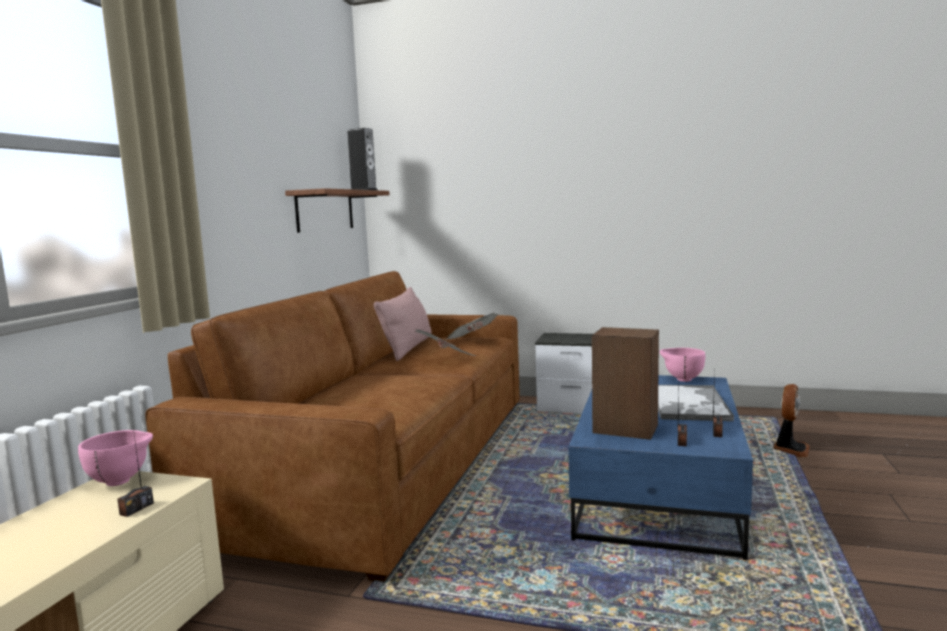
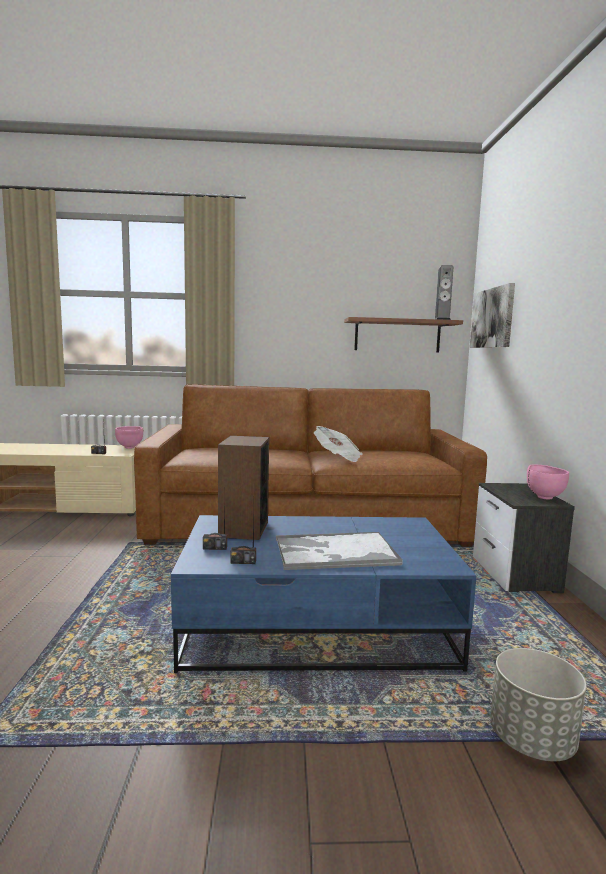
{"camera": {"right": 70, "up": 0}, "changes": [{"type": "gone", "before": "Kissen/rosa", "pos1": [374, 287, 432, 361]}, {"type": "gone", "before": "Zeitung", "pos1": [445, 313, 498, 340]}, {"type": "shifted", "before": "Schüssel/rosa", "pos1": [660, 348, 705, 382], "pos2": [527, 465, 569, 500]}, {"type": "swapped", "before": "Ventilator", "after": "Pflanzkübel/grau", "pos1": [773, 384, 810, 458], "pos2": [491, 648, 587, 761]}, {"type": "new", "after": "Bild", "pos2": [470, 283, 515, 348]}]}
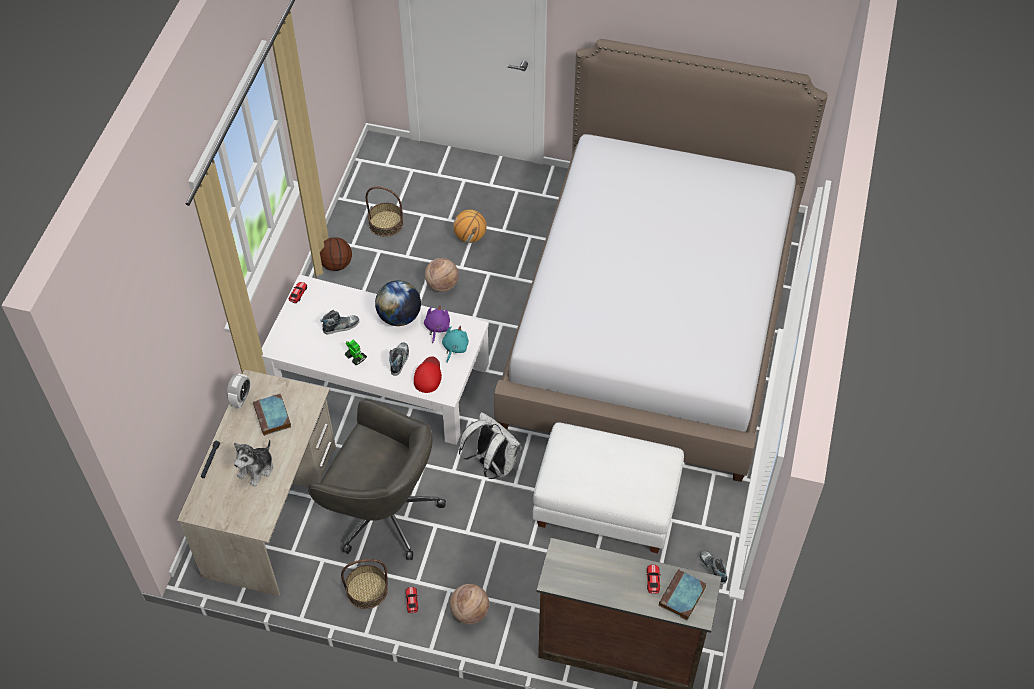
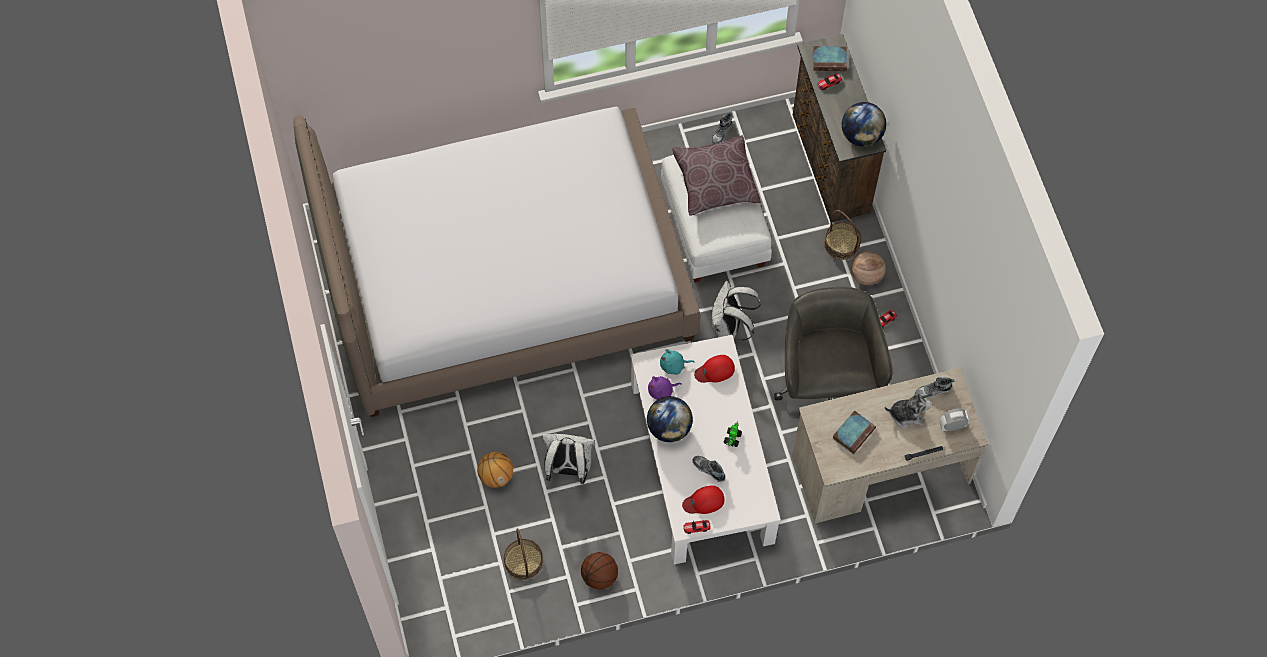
{"camera": {"right": -120, "up": 10}, "changes": [{"type": "shifted", "before": "Wecker", "pos1": [227, 373, 250, 408], "pos2": [939, 408, 970, 431]}, {"type": "shifted", "before": "Korb", "pos1": [341, 559, 388, 609], "pos2": [824, 210, 861, 260]}, {"type": "shifted", "before": "Schuh", "pos1": [389, 342, 409, 376], "pos2": [915, 377, 955, 399]}, {"type": "swapped", "before": "Basketball", "after": "Rucksack/weiß", "pos1": [425, 258, 459, 292], "pos2": [542, 434, 595, 484]}, {"type": "new", "after": "Kissen/braun", "pos2": [672, 135, 761, 216]}, {"type": "new", "after": "Kappe/rot", "pos2": [682, 485, 724, 514]}, {"type": "new", "after": "Globus", "pos2": [842, 102, 886, 147]}]}
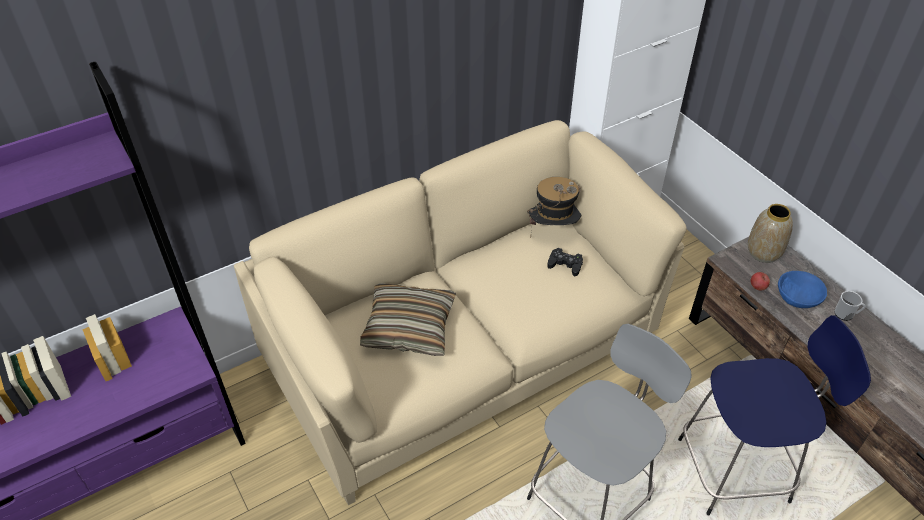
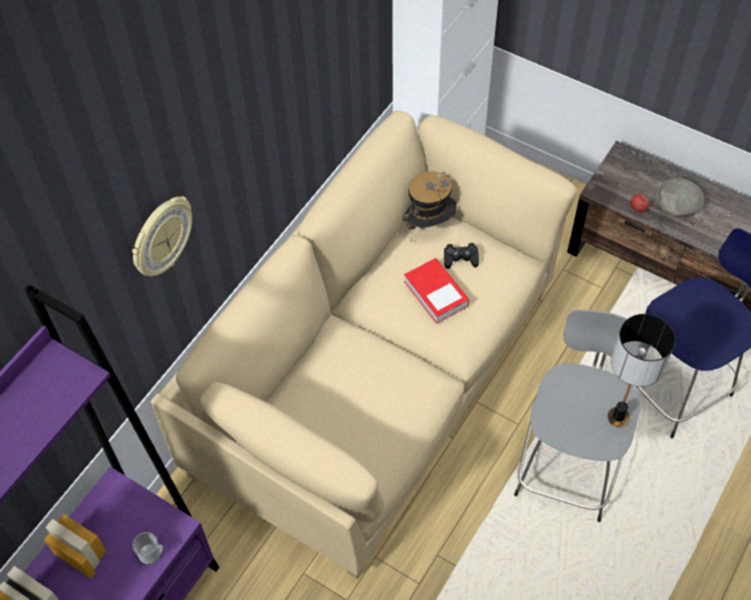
{"camera": {"right": -25, "up": 10}, "changes": [{"type": "gone", "before": "Kissen", "pos1": [360, 283, 456, 356]}, {"type": "gone", "before": "Vase", "pos1": [748, 204, 793, 263]}, {"type": "repainted", "before": "Schüssel/blau", "after": "Schüssel/grau", "pos1": [778, 271, 827, 308], "pos2": [656, 178, 704, 217]}, {"type": "shifted", "before": "Henkelbecher", "pos1": [834, 291, 866, 321], "pos2": [132, 532, 164, 565]}, {"type": "new", "after": "Wanduhr", "pos2": [132, 196, 192, 276]}, {"type": "new", "after": "Buch", "pos2": [404, 258, 469, 324]}, {"type": "new", "after": "Tischlampe", "pos2": [608, 314, 675, 427]}]}
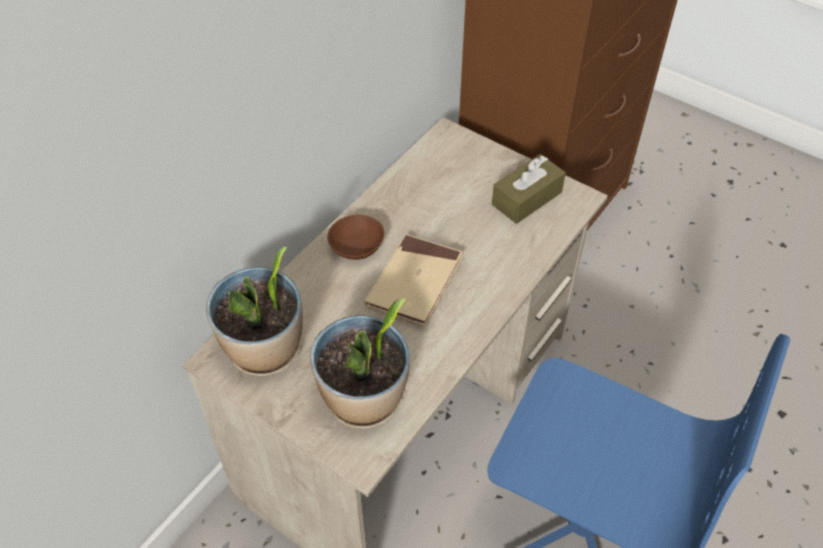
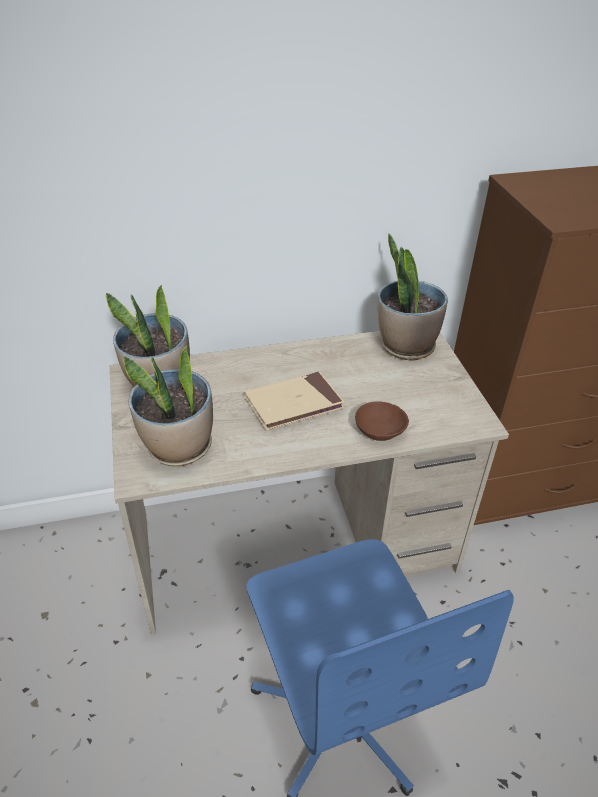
{"camera": {"right": 40, "up": -10}, "changes": [{"type": "shifted", "before": "Schüssel/braun", "pos1": [327, 215, 384, 260], "pos2": [355, 401, 409, 441]}, {"type": "gone", "before": "Taschentuchbox/braun", "pos1": [492, 154, 566, 224]}, {"type": "new", "after": "Topfpflanze", "pos2": [378, 233, 448, 361]}]}
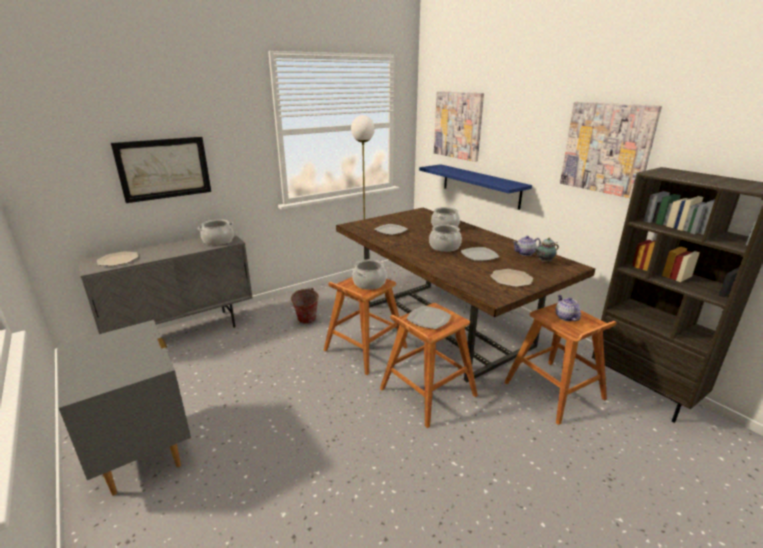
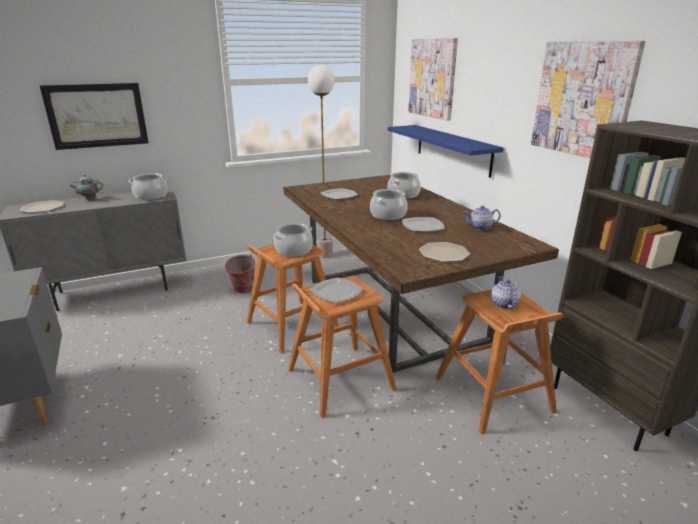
{"camera": {"right": 10, "up": 0}, "changes": [{"type": "shifted", "before": "Teekanne", "pos1": [535, 238, 559, 263], "pos2": [70, 174, 103, 200]}]}
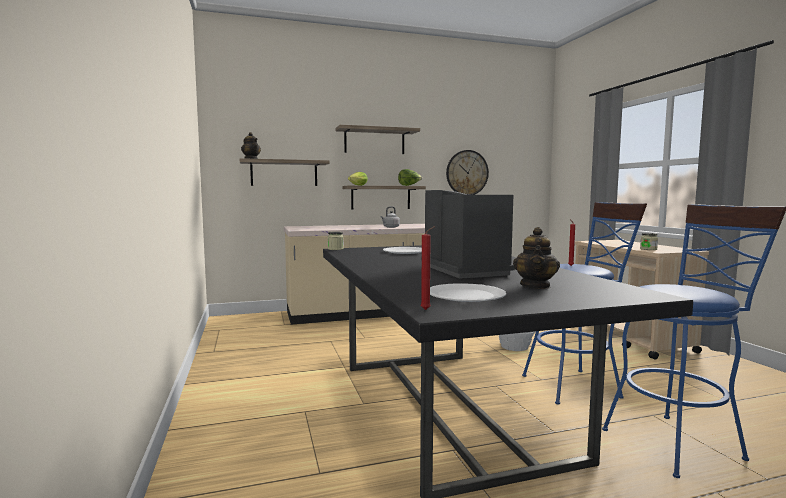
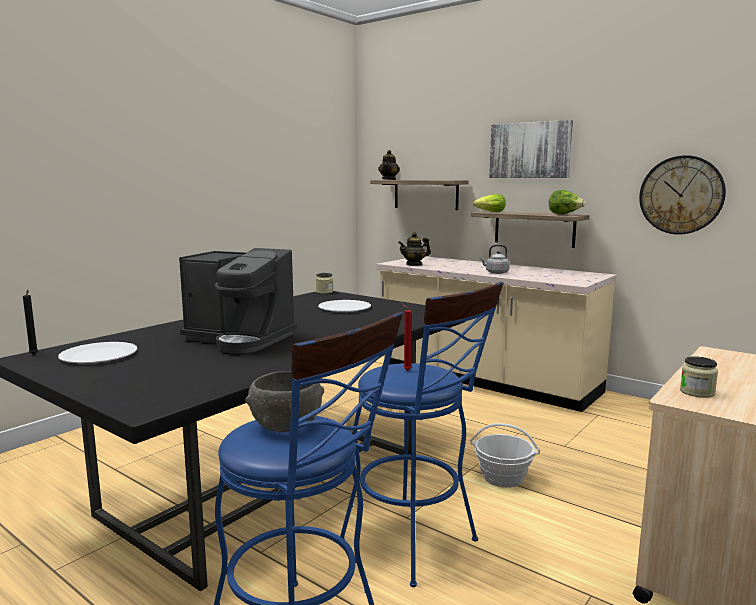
{"camera": {"right": 55, "up": 5}, "changes": [{"type": "swapped", "before": "Wandregal", "after": "Bild", "pos1": [335, 125, 420, 154], "pos2": [489, 120, 573, 178]}, {"type": "repainted", "before": "Kerze/rot", "after": "Kerze/schwarz", "pos1": [420, 226, 435, 310], "pos2": [23, 290, 38, 355]}, {"type": "rotated", "before": "Kaffeemaschine", "pos1": [421, 190, 515, 279], "pos2": [179, 248, 297, 354], "turn": 75}, {"type": "shifted", "before": "Teekanne", "pos1": [513, 227, 560, 289], "pos2": [398, 232, 431, 266]}, {"type": "new", "after": "Schüssel/grau", "pos2": [245, 371, 324, 432]}]}
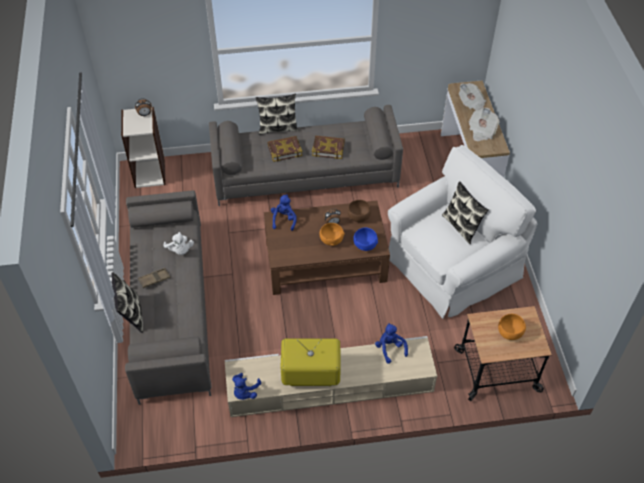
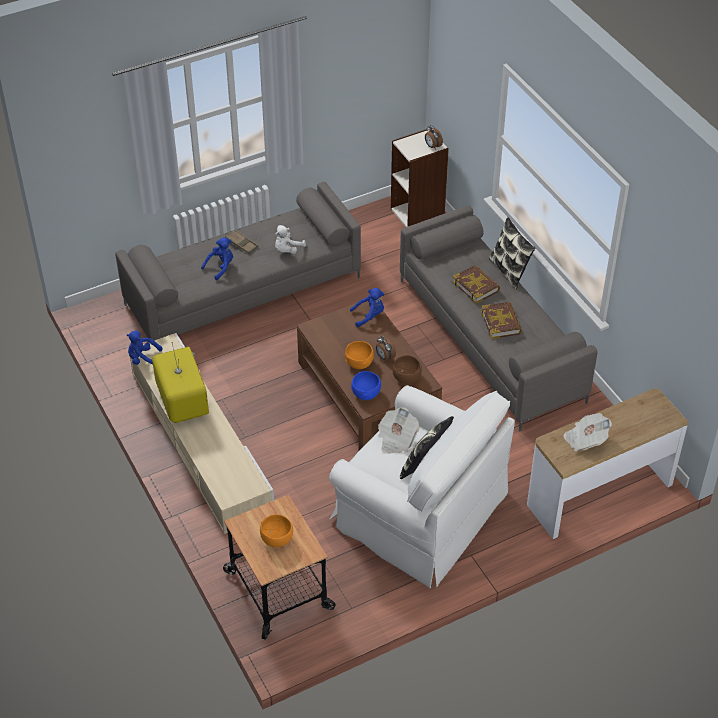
{"camera": {"right": 70, "up": -5}, "changes": [{"type": "gone", "before": "Kissen", "pos1": [111, 272, 143, 333]}, {"type": "shifted", "before": "Plüschtier/blau", "pos1": [375, 323, 408, 364], "pos2": [201, 237, 233, 280]}, {"type": "shifted", "before": "Zeitung", "pos1": [459, 83, 486, 110], "pos2": [378, 407, 419, 454]}]}
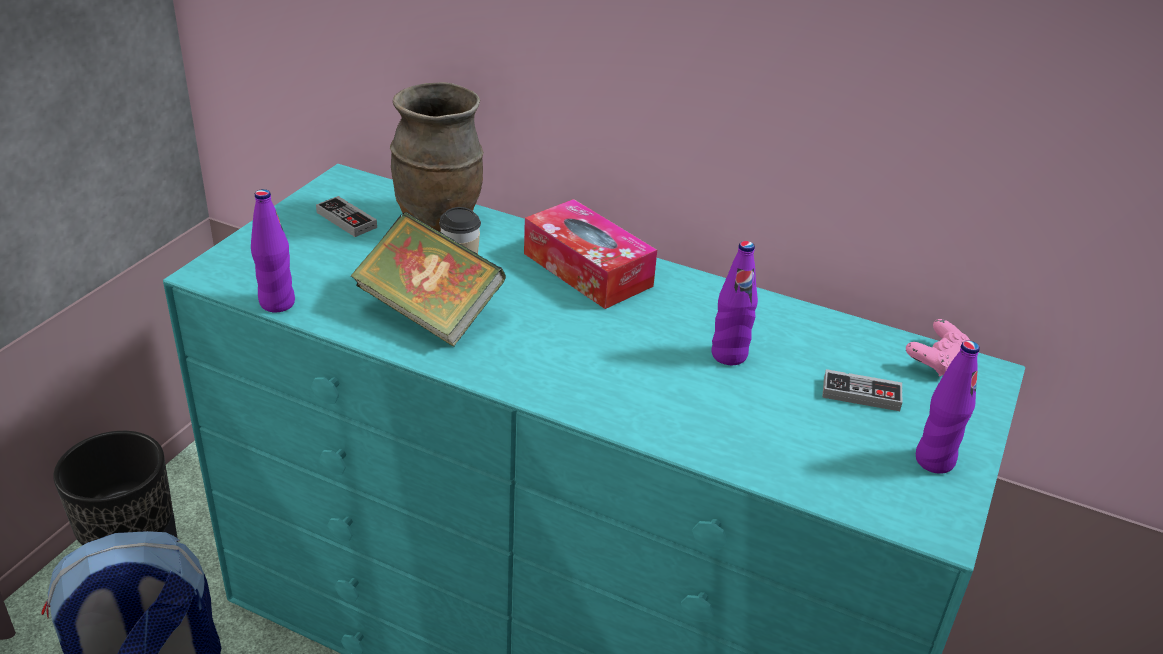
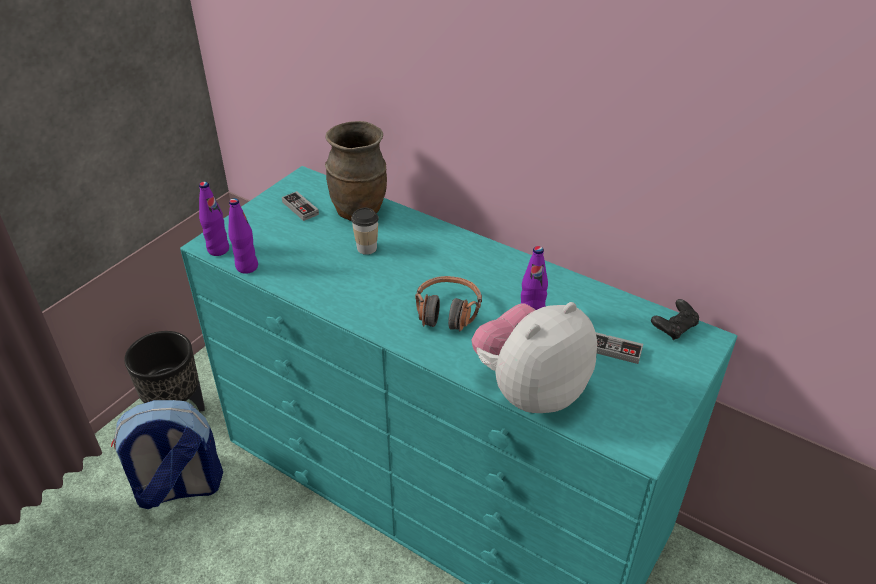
{"camera": {"right": 10, "up": 5}, "changes": [{"type": "gone", "before": "Buch", "pos1": [350, 212, 506, 347]}, {"type": "gone", "before": "Taschentuchbox", "pos1": [524, 199, 657, 309]}, {"type": "repainted", "before": "Gamepad/rosa", "after": "Gamepad/schwarz", "pos1": [906, 319, 970, 377], "pos2": [651, 299, 699, 340]}, {"type": "shifted", "before": "Flasche/lila", "pos1": [916, 341, 980, 474], "pos2": [199, 181, 229, 256]}, {"type": "new", "after": "Kopfhörer", "pos2": [415, 276, 482, 331]}, {"type": "new", "after": "Plüschtier", "pos2": [471, 302, 597, 413]}]}
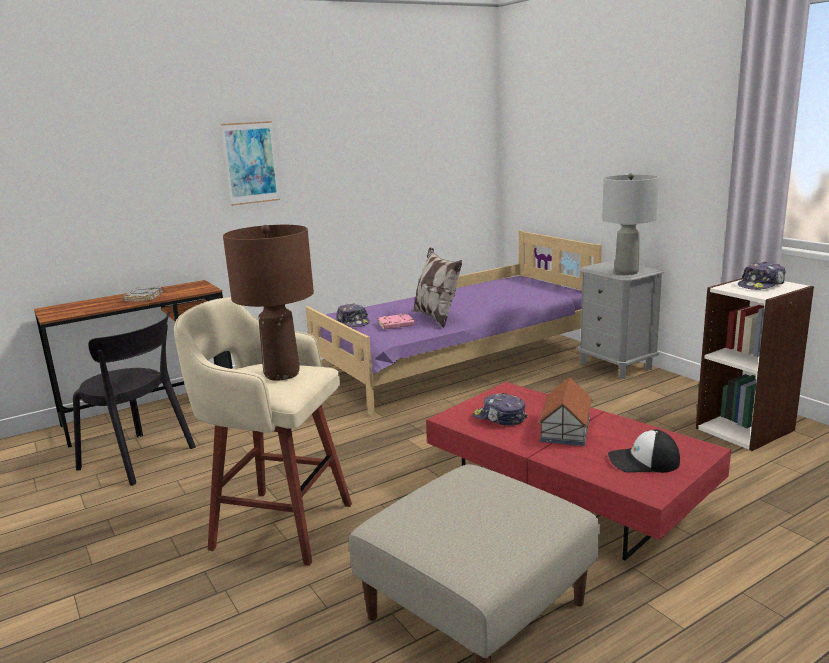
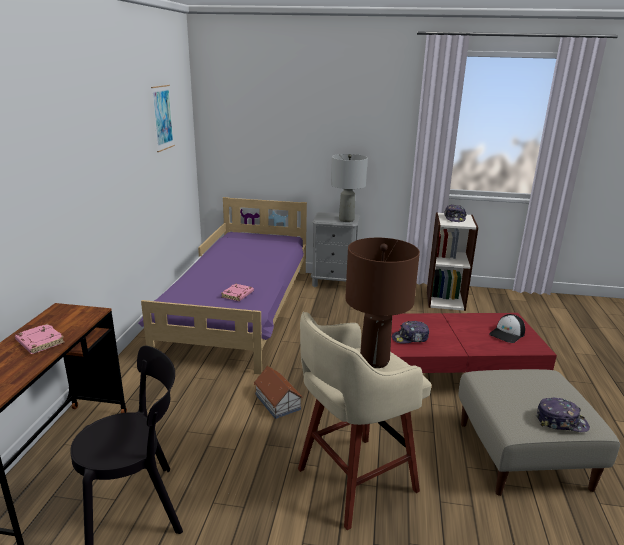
{"camera": {"right": -50, "up": 5}, "changes": [{"type": "repainted", "before": "Buch/grau", "after": "Buch/rosa", "pos1": [123, 286, 164, 301], "pos2": [15, 323, 65, 354]}, {"type": "shifted", "before": "Bild", "pos1": [221, 121, 280, 206], "pos2": [151, 85, 175, 152]}, {"type": "shifted", "before": "Kappe", "pos1": [337, 303, 370, 327], "pos2": [536, 398, 590, 432]}, {"type": "gone", "before": "Kissen", "pos1": [413, 247, 462, 328]}, {"type": "shifted", "before": "Spielzeughaus", "pos1": [538, 377, 593, 446], "pos2": [254, 366, 303, 419]}]}
